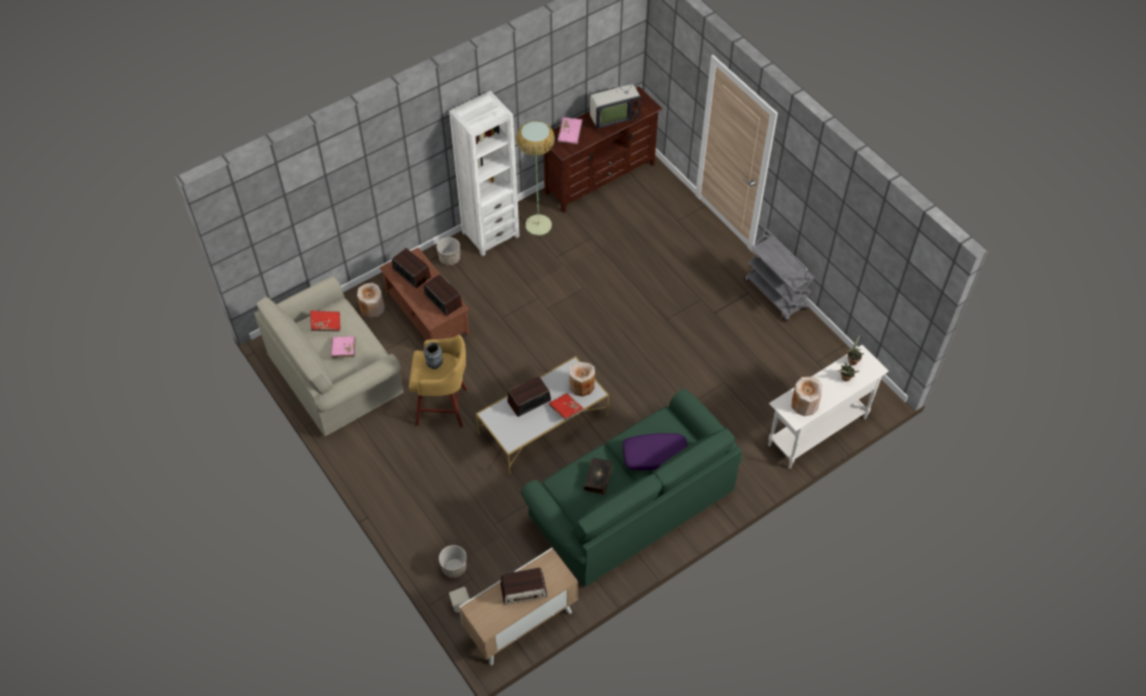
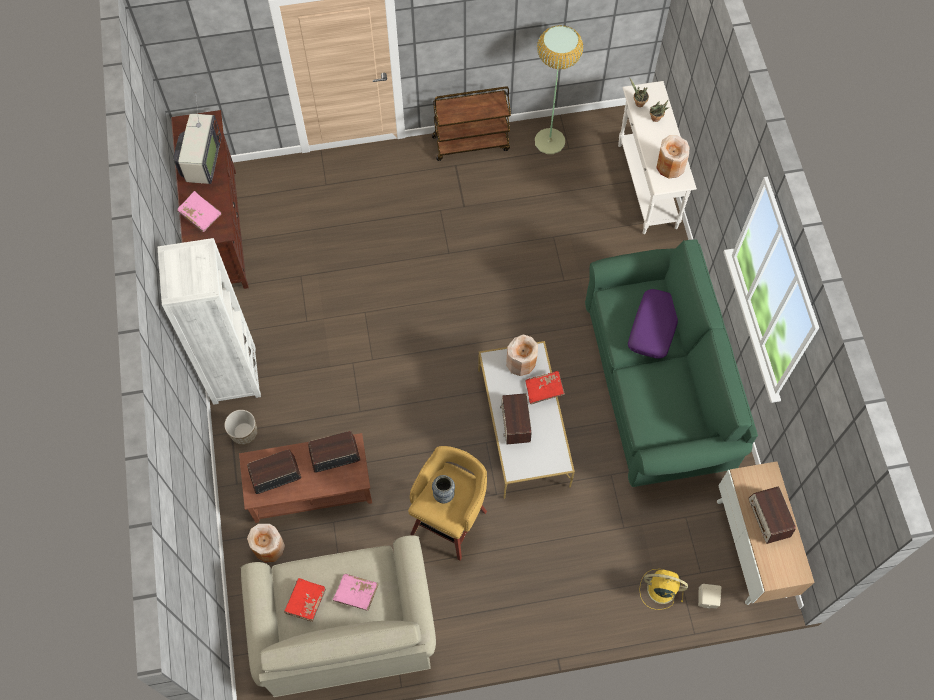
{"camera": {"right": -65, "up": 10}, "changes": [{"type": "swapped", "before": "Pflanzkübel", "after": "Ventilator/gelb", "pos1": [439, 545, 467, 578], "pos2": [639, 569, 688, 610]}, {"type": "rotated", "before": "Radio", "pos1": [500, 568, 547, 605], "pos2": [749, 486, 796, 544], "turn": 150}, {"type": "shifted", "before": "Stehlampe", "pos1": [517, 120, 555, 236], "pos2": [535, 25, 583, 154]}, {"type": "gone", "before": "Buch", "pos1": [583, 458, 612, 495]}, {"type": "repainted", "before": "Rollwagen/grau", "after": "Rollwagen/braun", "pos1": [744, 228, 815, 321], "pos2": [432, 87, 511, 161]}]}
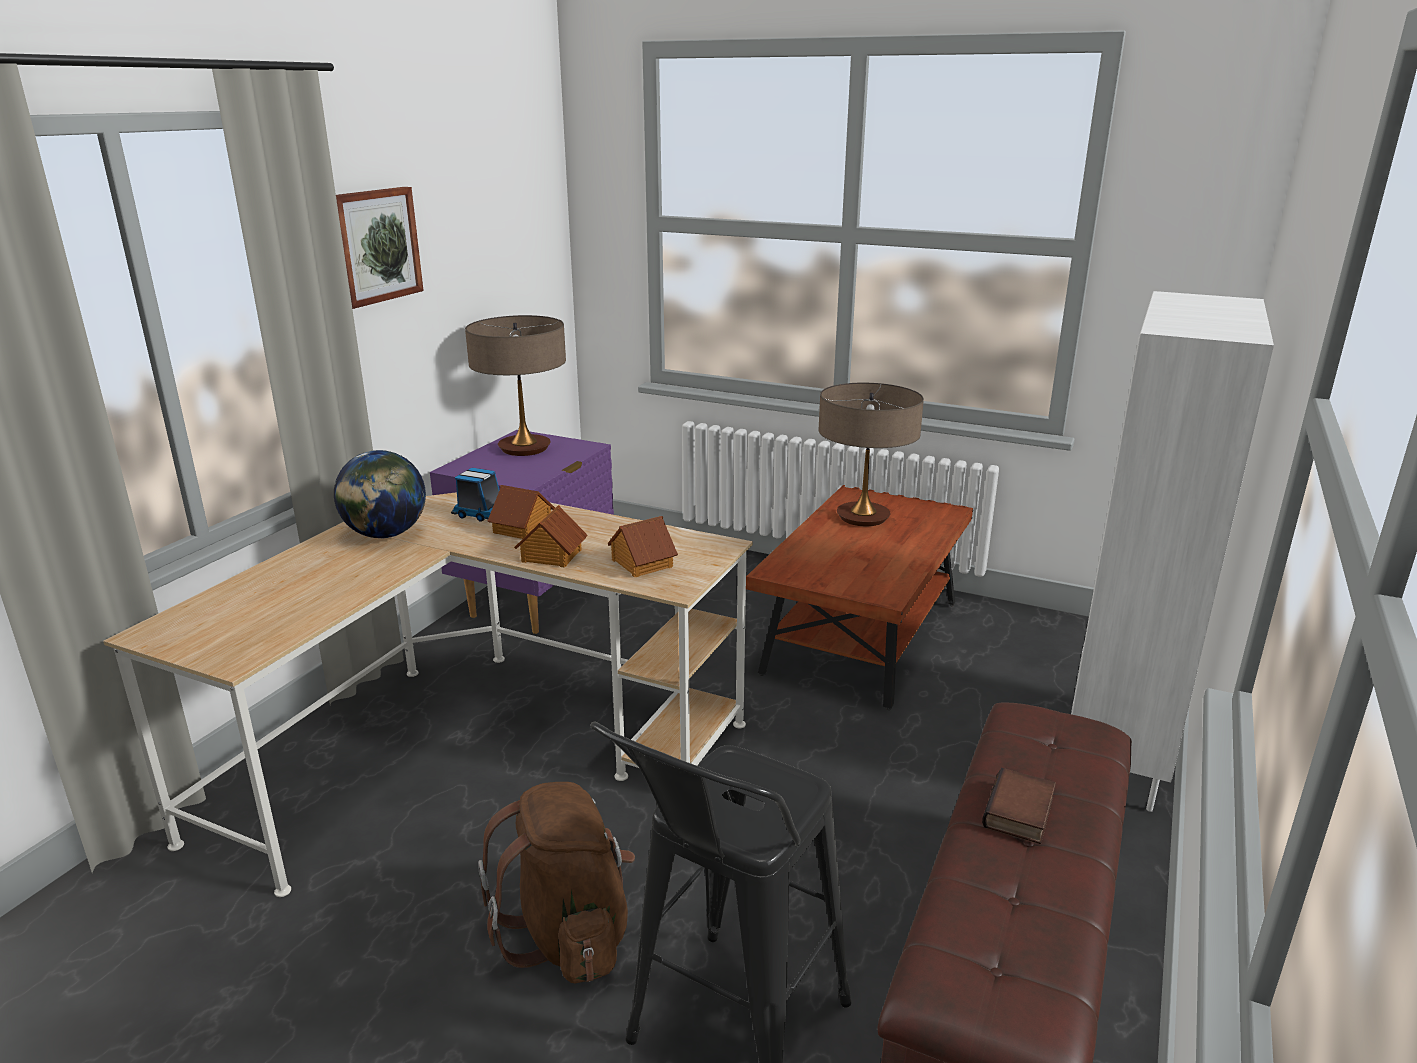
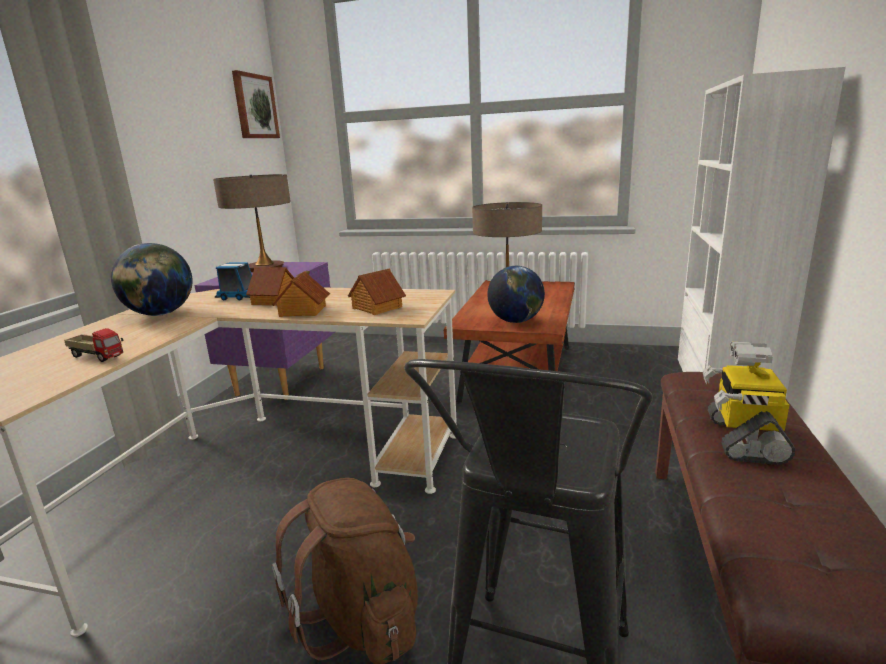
{"camera": {"right": -10, "up": -5}, "changes": [{"type": "shifted", "before": "Bild", "pos1": [336, 187, 424, 309], "pos2": [232, 70, 280, 138]}, {"type": "swapped", "before": "Buch", "after": "Spielzeugroboter", "pos1": [982, 768, 1056, 844], "pos2": [702, 342, 795, 465]}, {"type": "new", "after": "Spielzeuglaster", "pos2": [64, 328, 124, 362]}, {"type": "new", "after": "Globus", "pos2": [487, 266, 545, 323]}]}
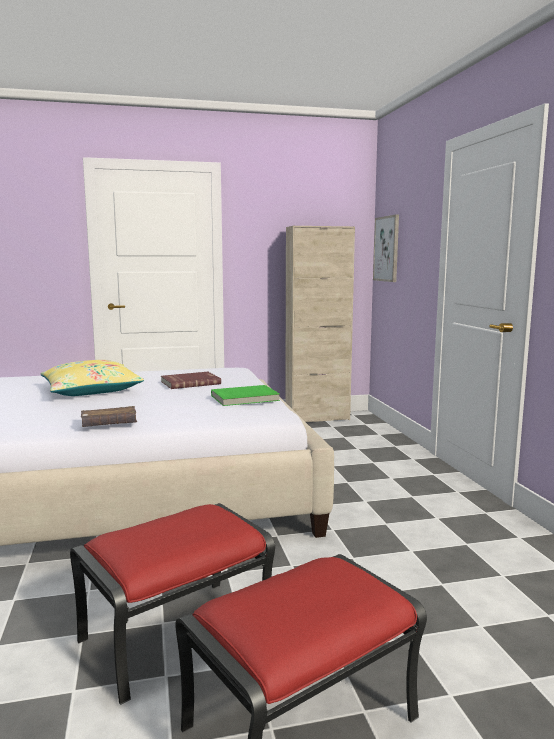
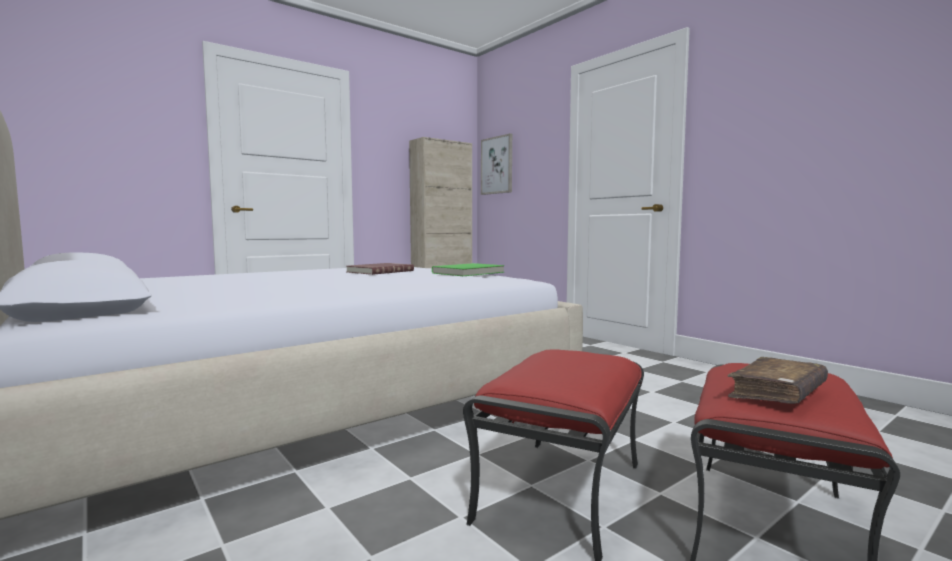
{"camera": {"right": -25, "up": -5}, "changes": [{"type": "gone", "before": "Kissen/gelb", "pos1": [41, 360, 144, 396]}, {"type": "shifted", "before": "Buch/braun", "pos1": [81, 406, 137, 427], "pos2": [728, 357, 828, 404]}]}
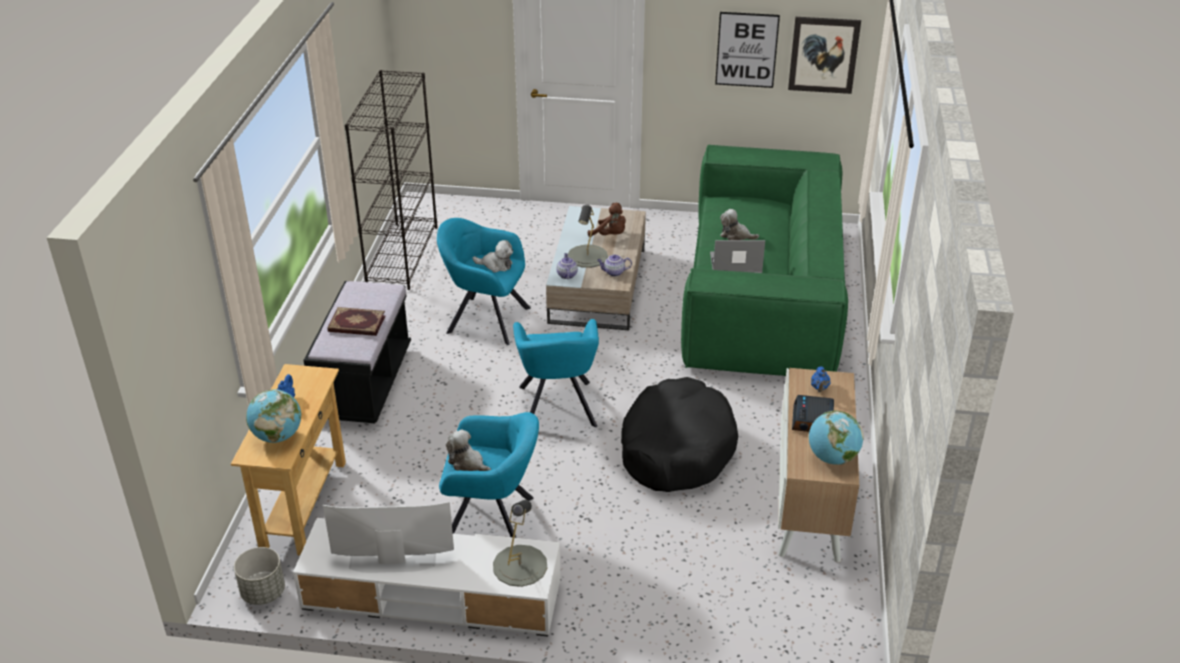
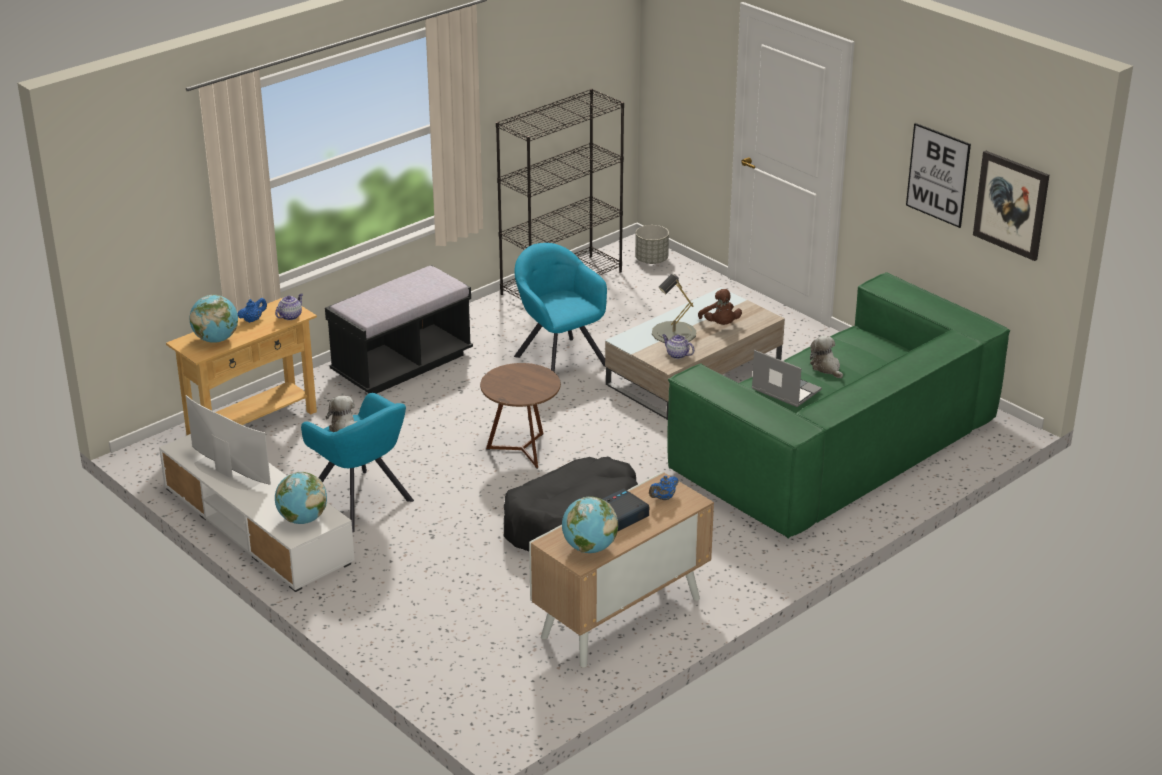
{"camera": {"right": 40, "up": -5}, "changes": [{"type": "shifted", "before": "Pflanzkübel/grau", "pos1": [234, 547, 285, 605], "pos2": [635, 225, 669, 264]}, {"type": "gone", "before": "Buch", "pos1": [328, 307, 385, 336]}, {"type": "gone", "before": "Plüschtier", "pos1": [472, 240, 513, 273]}, {"type": "swapped", "before": "Tischlampe/grau", "after": "Globus", "pos1": [493, 500, 547, 587], "pos2": [275, 472, 327, 524]}, {"type": "swapped", "before": "Sessel/türkis", "after": "Beistelltisch/braun", "pos1": [513, 319, 599, 427], "pos2": [480, 363, 561, 469]}, {"type": "shifted", "before": "Teekanne", "pos1": [556, 253, 578, 279], "pos2": [275, 294, 303, 320]}]}
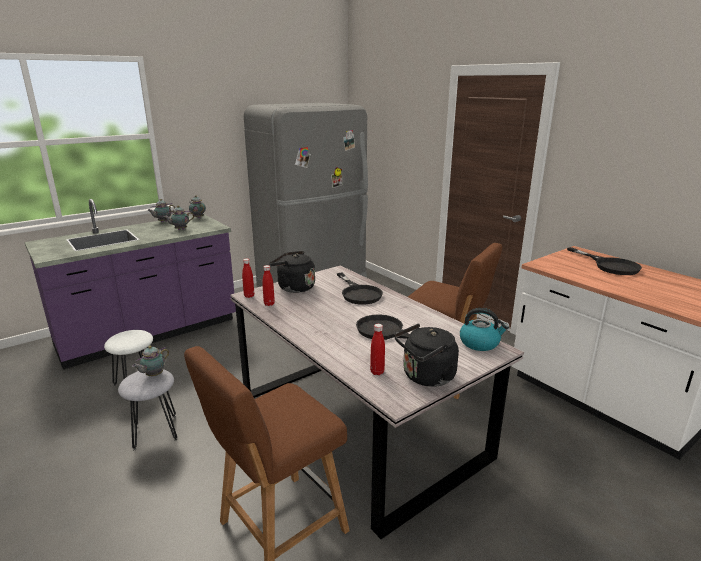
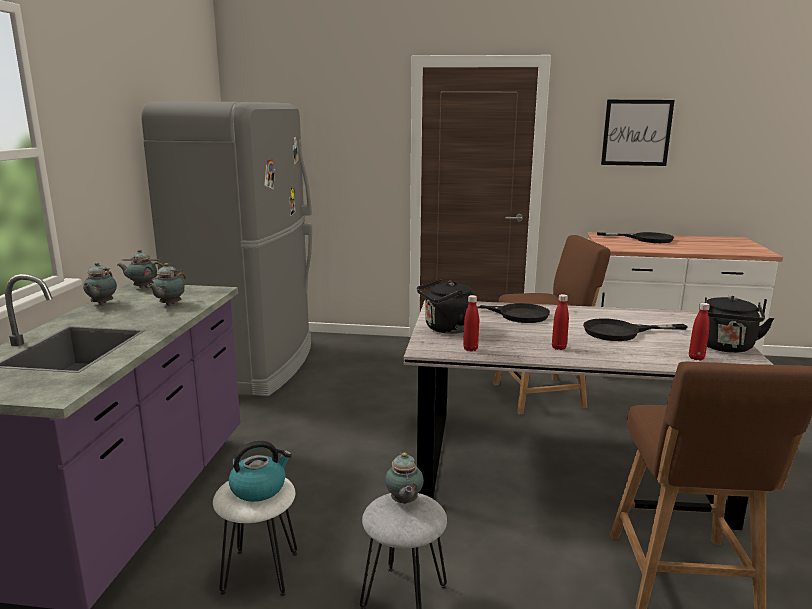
{"camera": {"right": -45, "up": -5}, "changes": [{"type": "shifted", "before": "Flasche/rot", "pos1": [242, 259, 254, 298], "pos2": [552, 294, 569, 350]}, {"type": "shifted", "before": "Wasserkessel", "pos1": [460, 308, 509, 351], "pos2": [229, 440, 292, 502]}, {"type": "new", "after": "Bild", "pos2": [601, 100, 675, 166]}]}
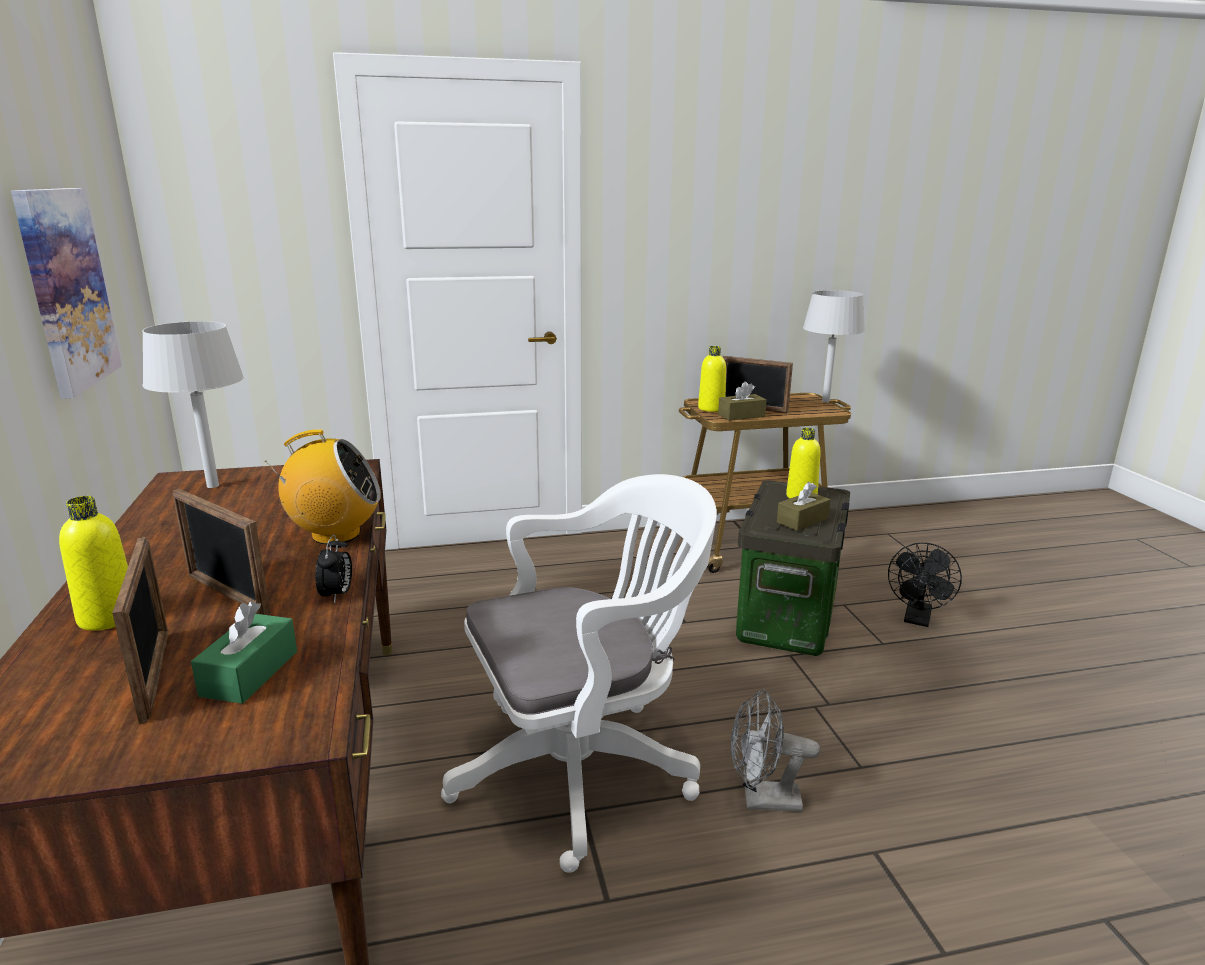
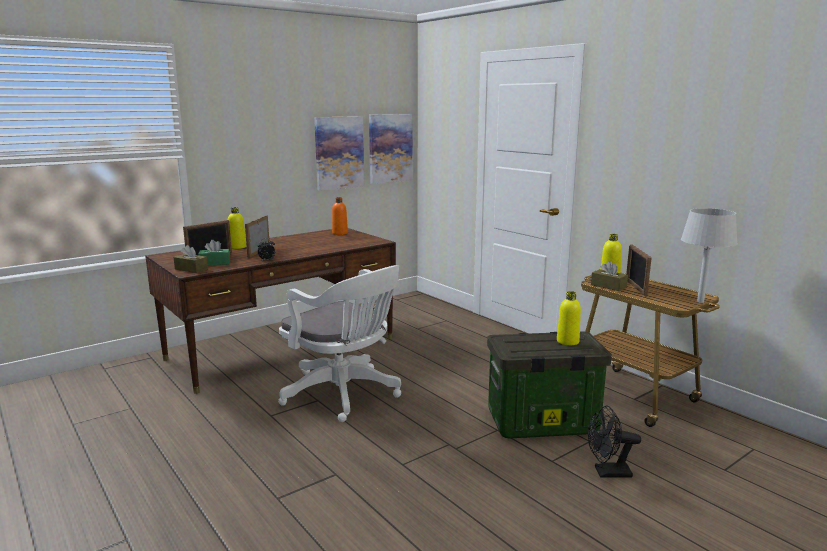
{"camera": {"right": 65, "up": -5}, "changes": [{"type": "swapped", "before": "Tischlampe/grau", "after": "Flasche/orange", "pos1": [142, 321, 244, 488], "pos2": [332, 197, 348, 235]}, {"type": "gone", "before": "Radio", "pos1": [265, 429, 381, 545]}, {"type": "gone", "before": "Ventilator/grau", "pos1": [731, 689, 820, 812]}, {"type": "shifted", "before": "Taschentuchbox/braun", "pos1": [777, 482, 830, 531], "pos2": [174, 245, 208, 273]}, {"type": "new", "after": "Bild", "pos2": [369, 114, 413, 184]}]}
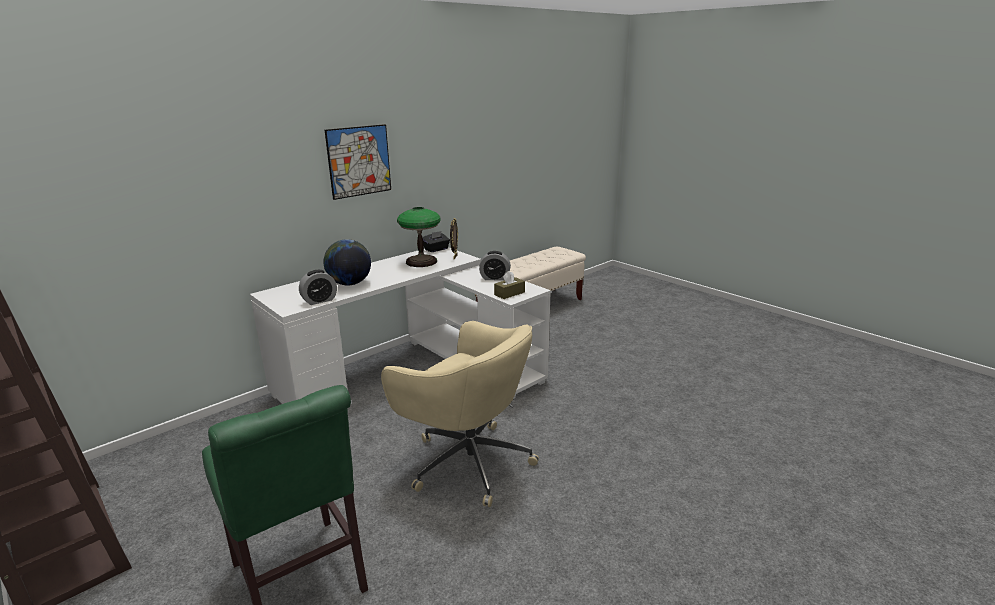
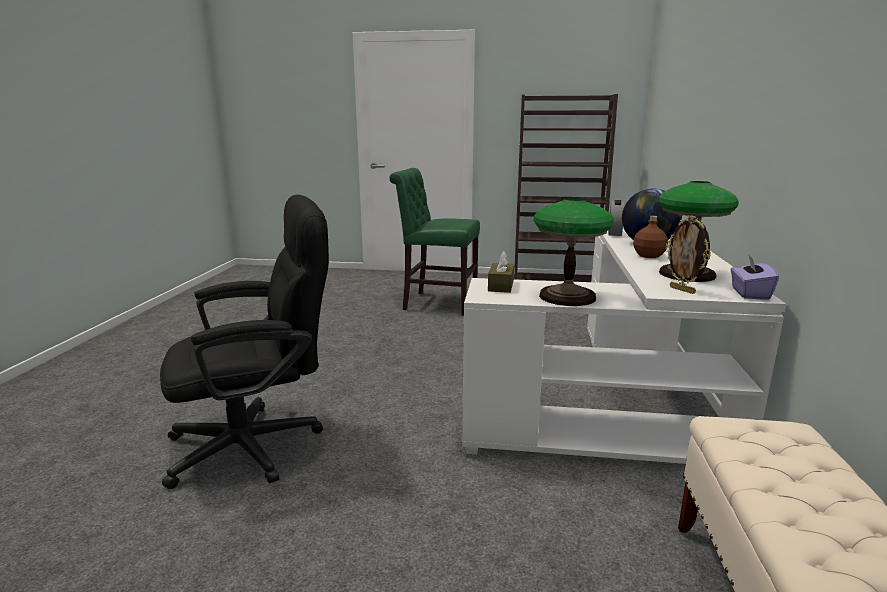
{"camera": {"right": 140, "up": -5}, "changes": [{"type": "gone", "before": "Bild", "pos1": [325, 124, 391, 200]}, {"type": "gone", "before": "Bürostuhl/beige", "pos1": [381, 321, 539, 507]}, {"type": "repainted", "before": "Taschentuchbox/schwarz", "after": "Taschentuchbox/lila", "pos1": [422, 231, 450, 252], "pos2": [730, 256, 779, 300]}, {"type": "swapped", "before": "Wecker", "after": "Tischlampe", "pos1": [479, 251, 511, 281], "pos2": [533, 198, 614, 306]}, {"type": "new", "after": "Bürostuhl/schwarz", "pos2": [160, 194, 329, 489]}, {"type": "new", "after": "Flasche/braun", "pos2": [633, 216, 668, 258]}]}
